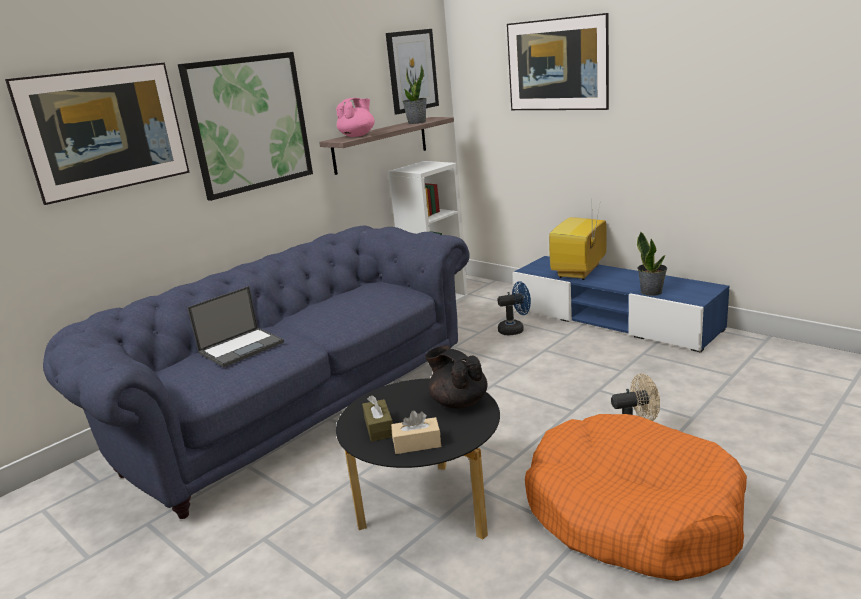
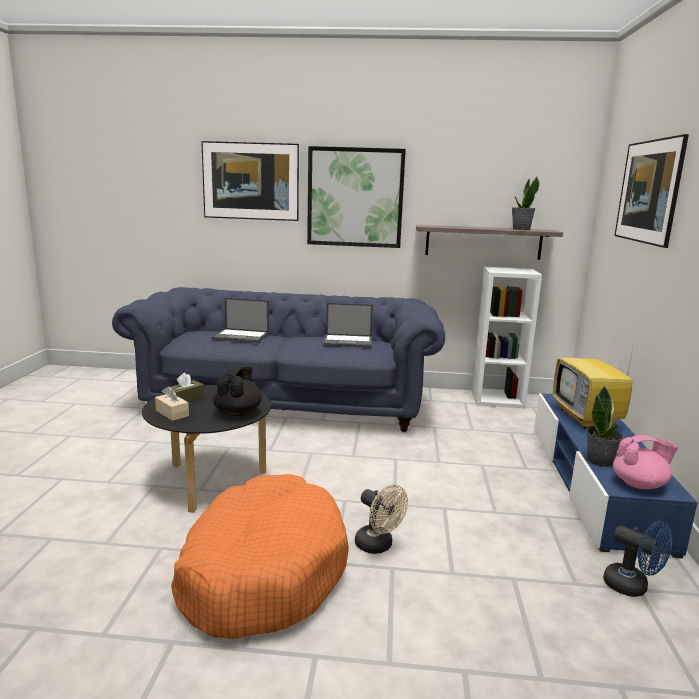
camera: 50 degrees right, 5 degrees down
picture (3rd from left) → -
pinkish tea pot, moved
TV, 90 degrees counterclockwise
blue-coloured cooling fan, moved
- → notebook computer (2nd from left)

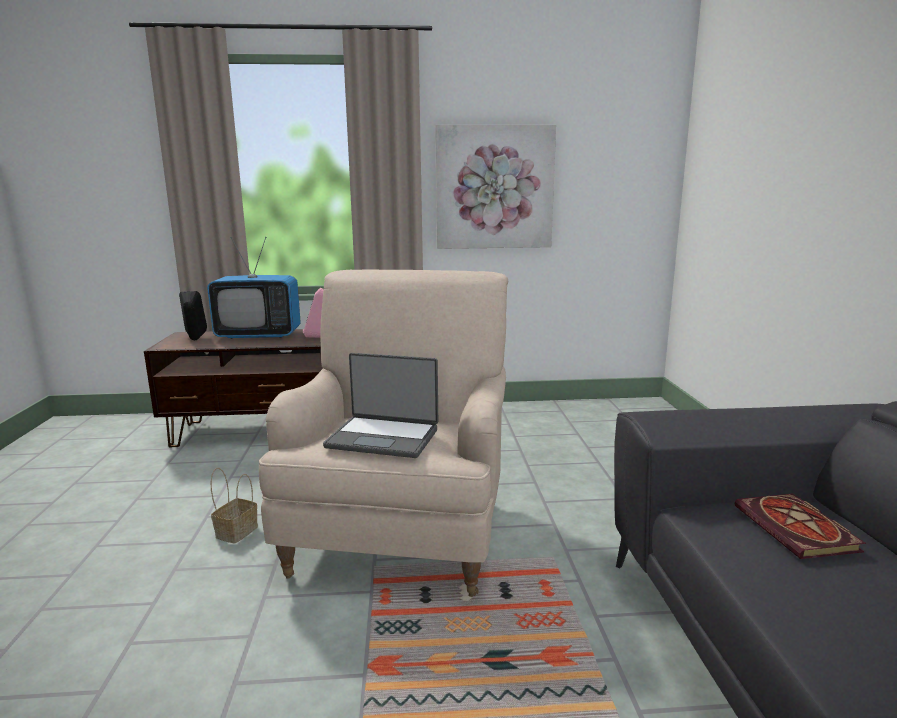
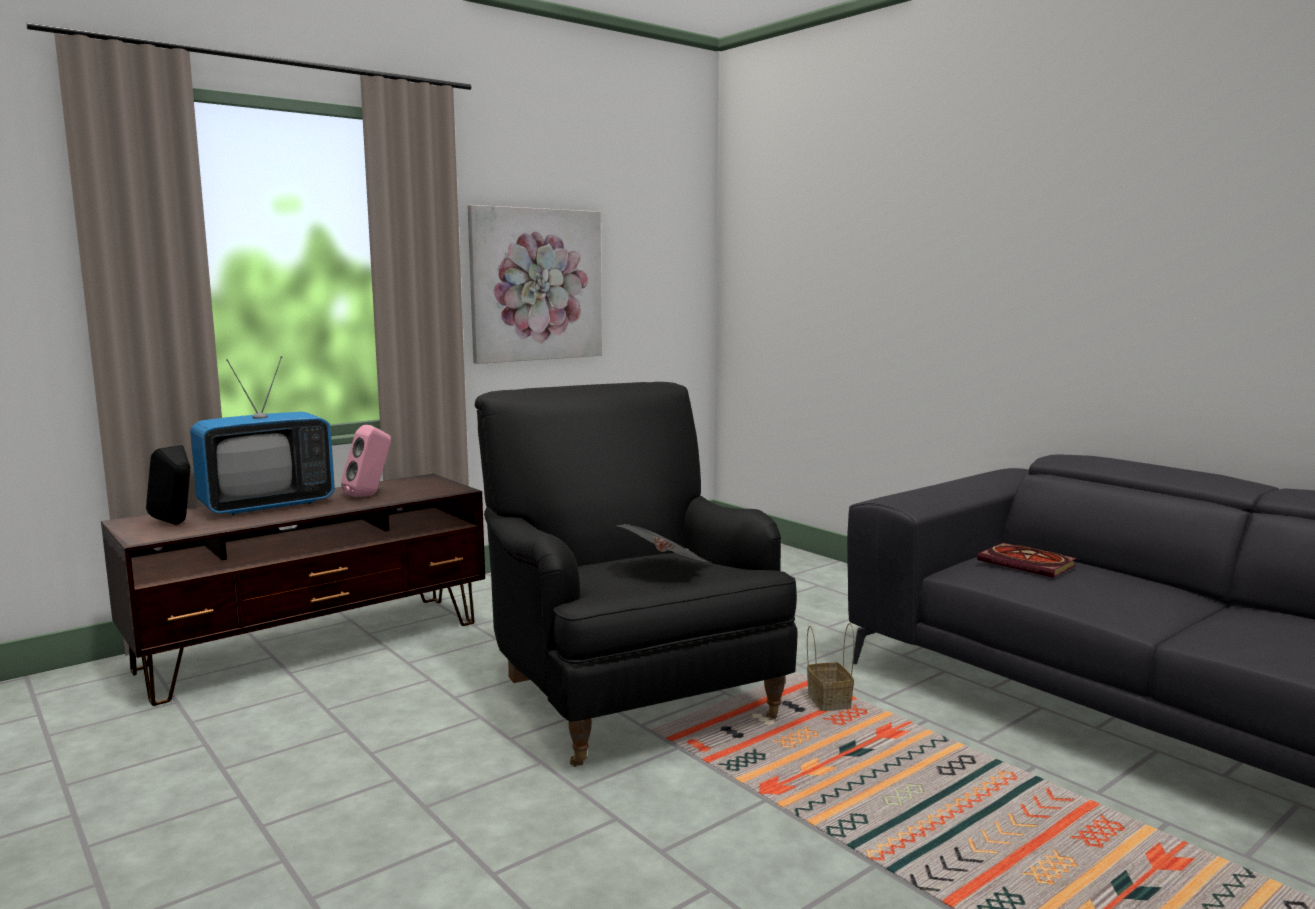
camera: 35 degrees left, 5 degrees down
beige-coloured armchair → blackish armchair
notebook computer → daily paper
storage basket, moved

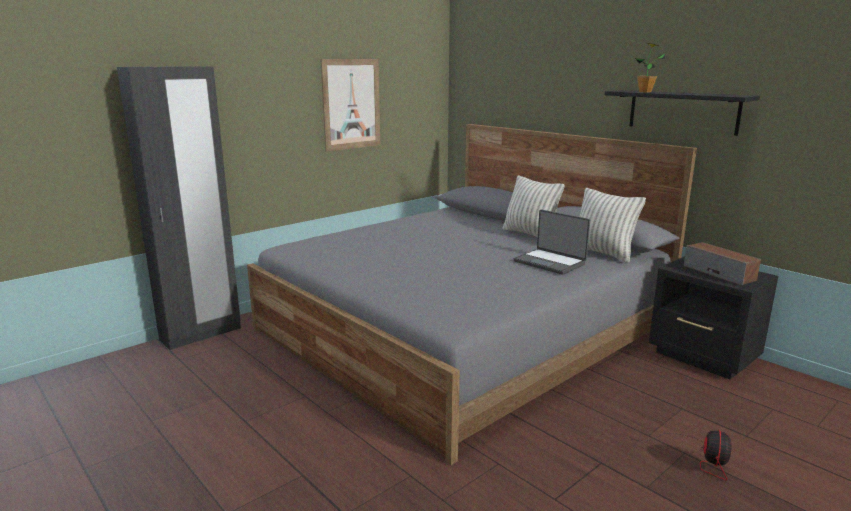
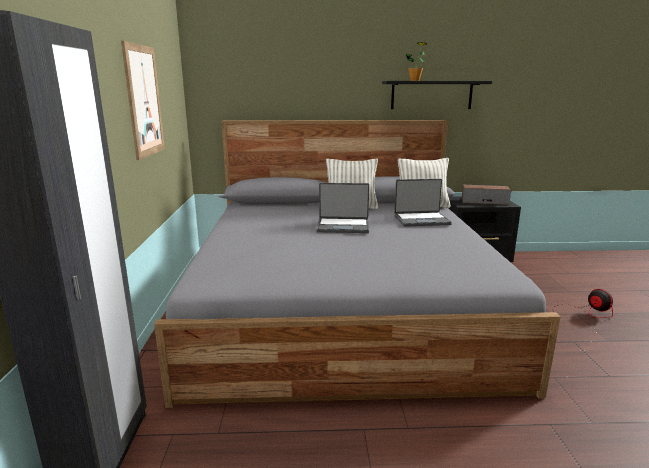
camera: 50 degrees left, 0 degrees up
- → notebook computer (1st from left)

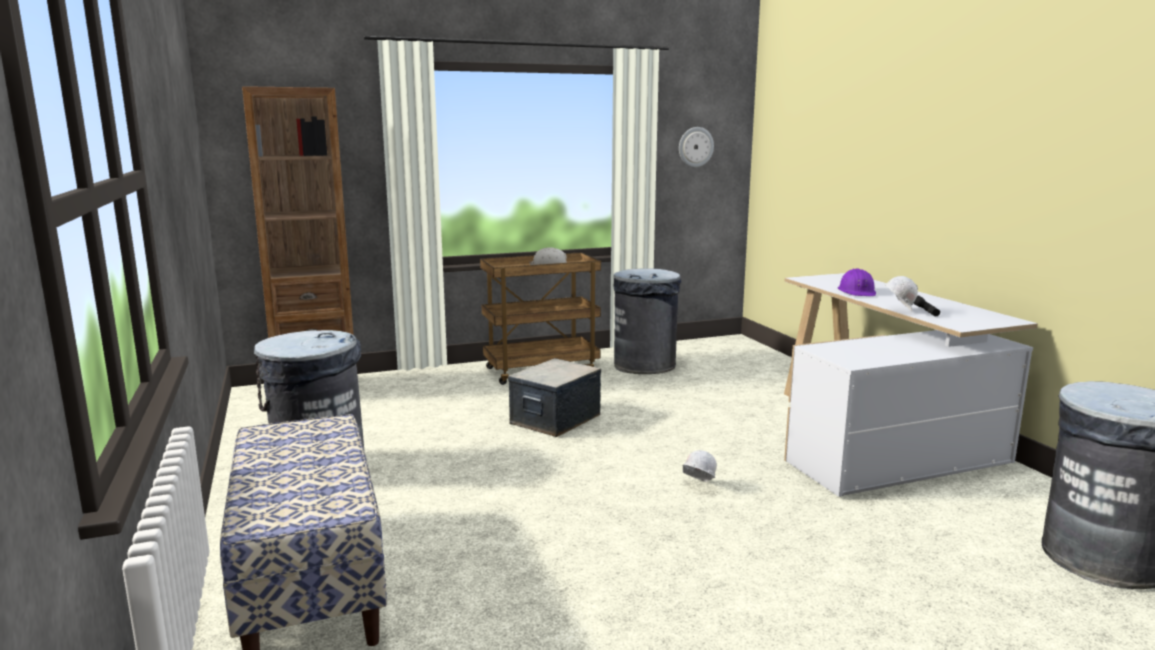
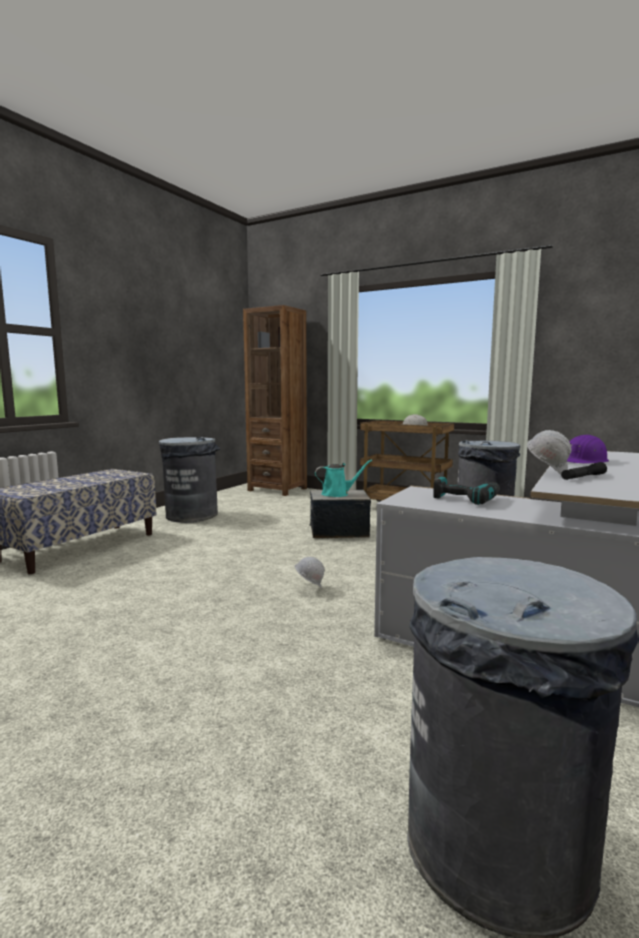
camera: 50 degrees right, 5 degrees down
wall clock → -
- → turquoise-coloured watering pot
- → electric drill

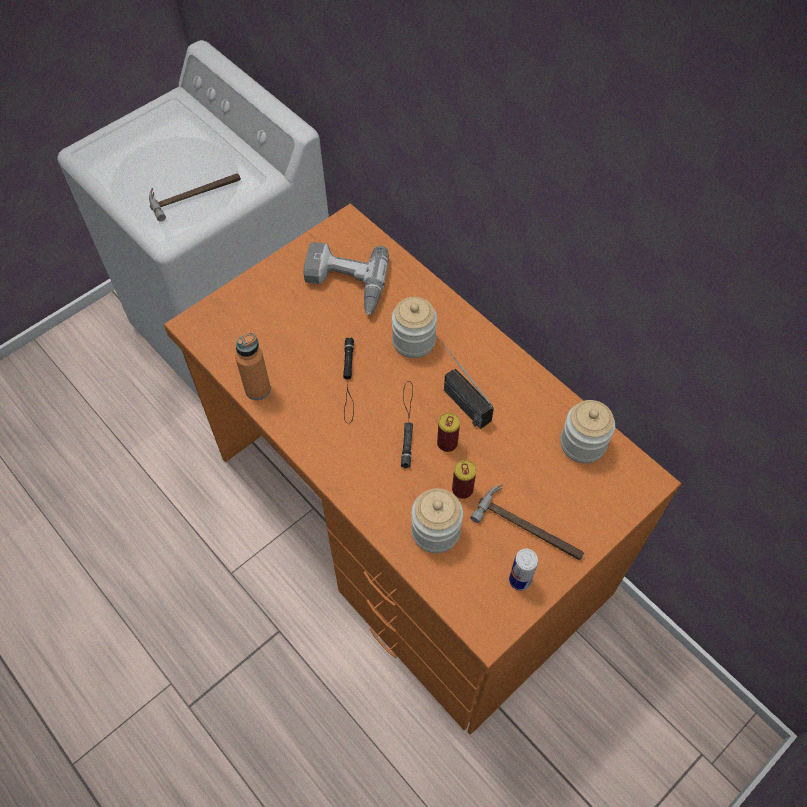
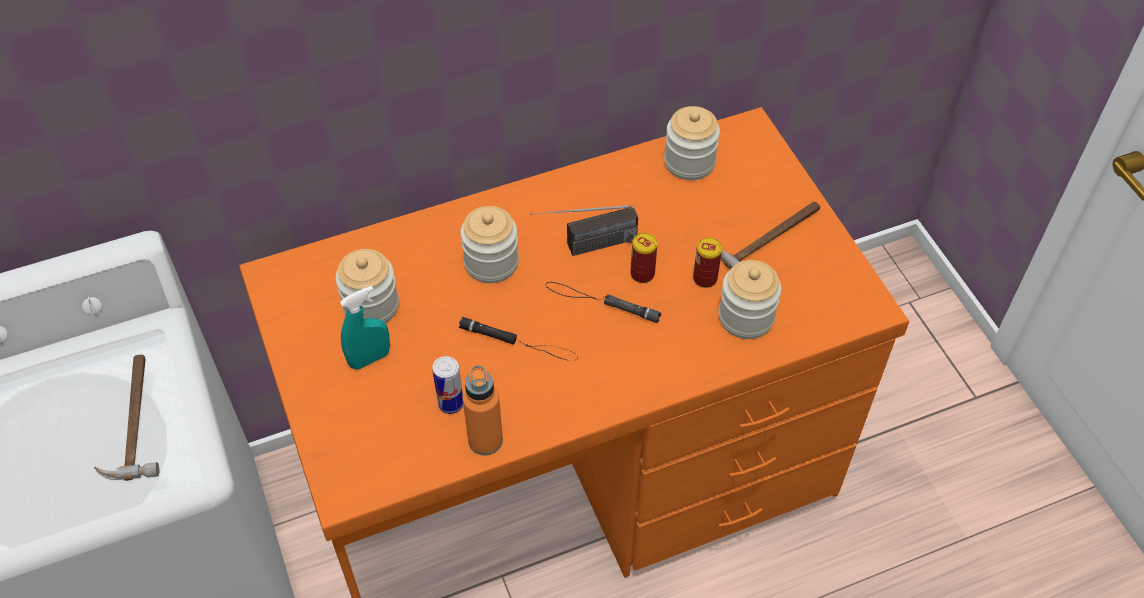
camera: 70 degrees left, 5 degrees down
electric drill → jar (1st from left)
metal can (3rd from left in the first image) → metal can (1st from left), moved
- → turquoise-coloured hand sprayer

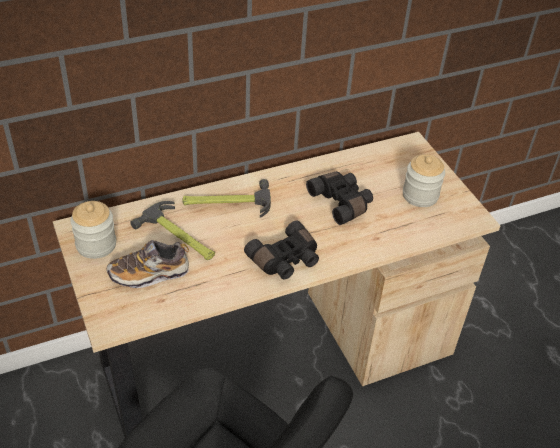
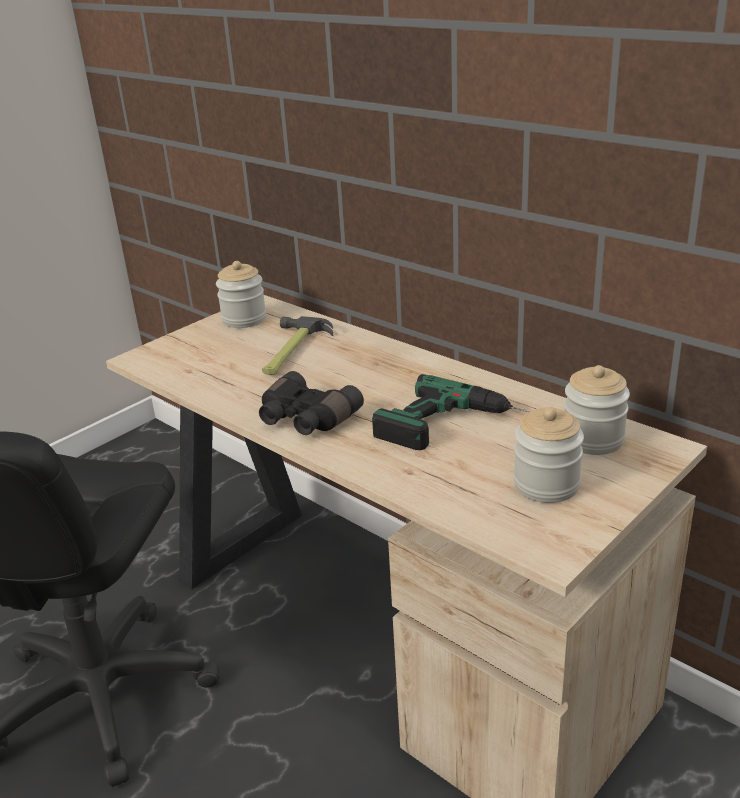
camera: 70 degrees right, 15 degrees down
blackish field glasses (2nd from left) → electric drill
hand hammer (2nd from left) → -
item of footwear → -
- → jar (3rd from left)

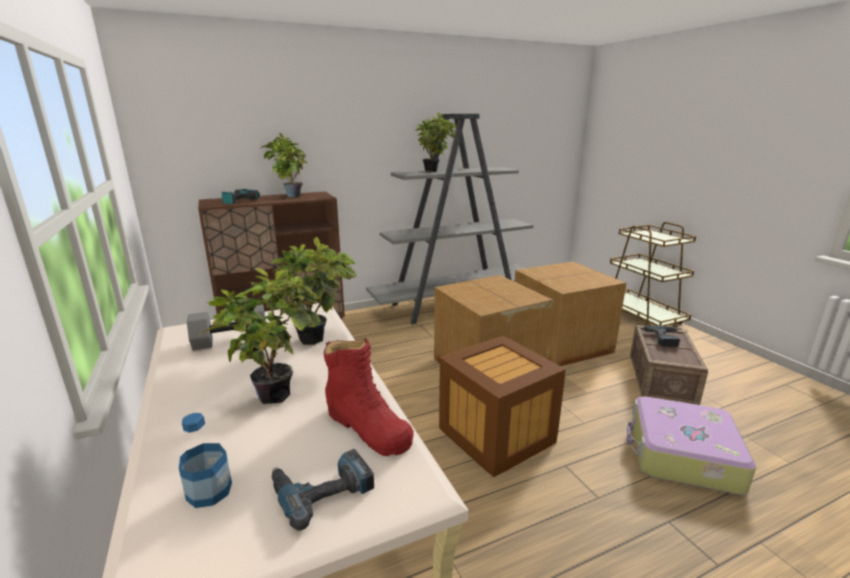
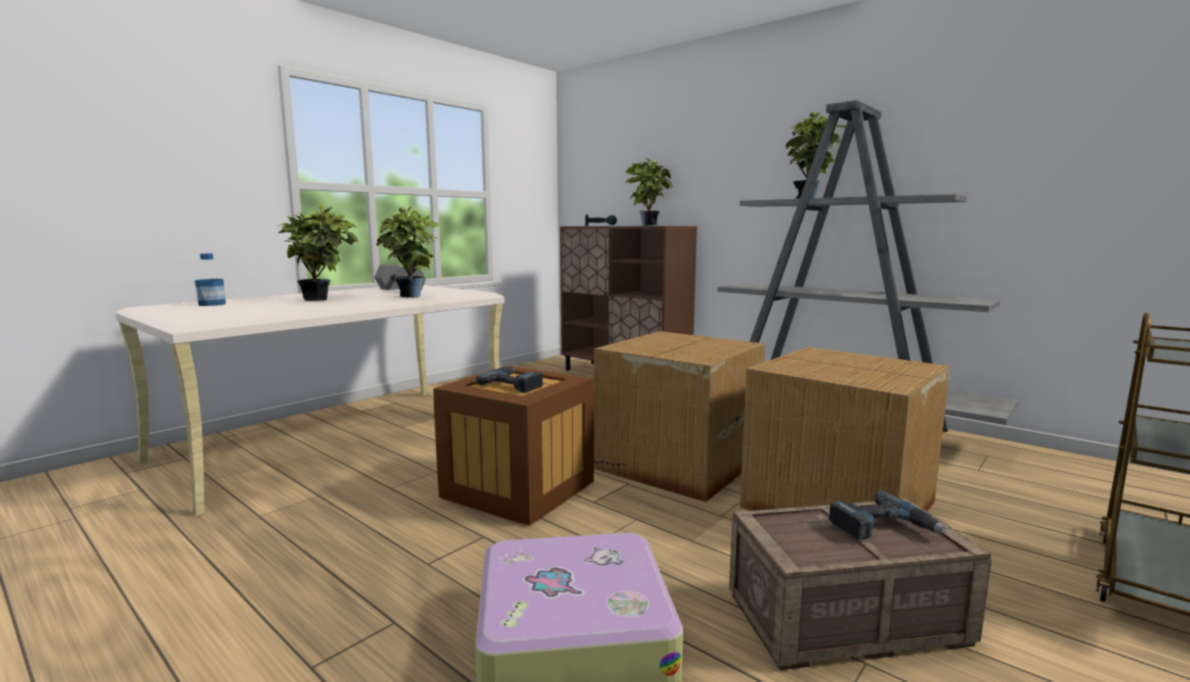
camera: 65 degrees right, 10 degrees down
reddish high-top boot → -
electric drill (2nd from left in the first image) → electric drill (1st from left), moved

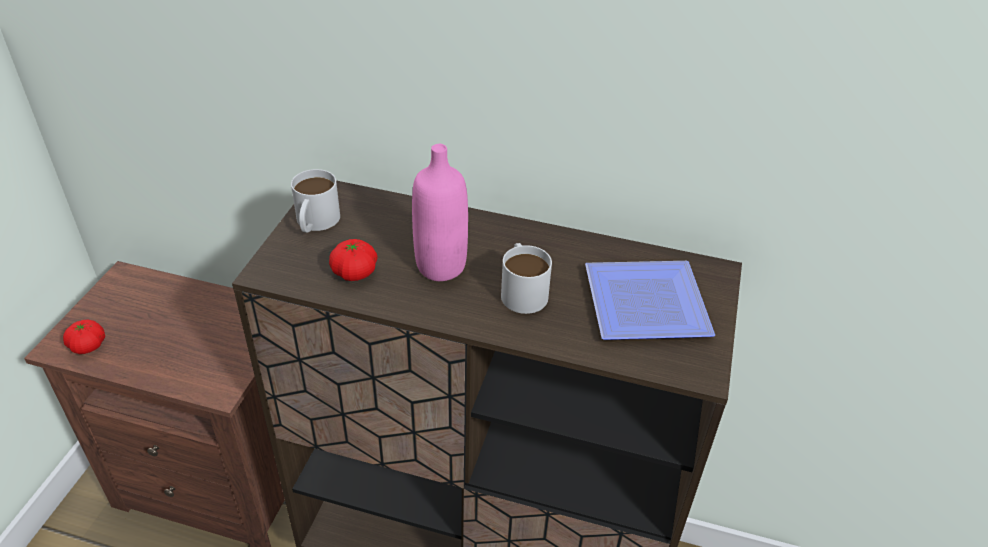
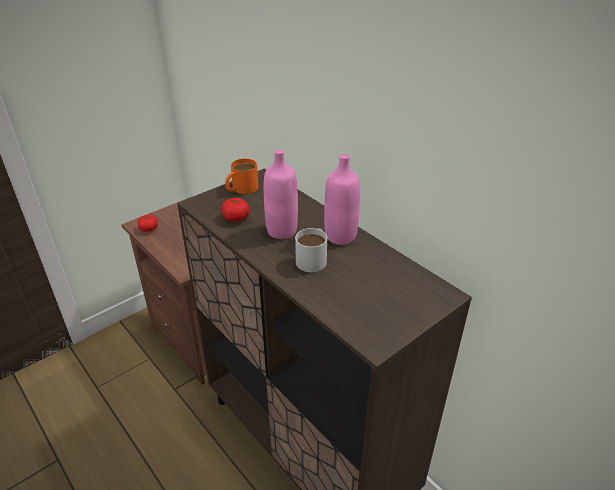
camera: 35 degrees right, 5 degrees down
white mug (1st from left) → orange mug
dinner plate → -
- → pinkish bottle (2nd from left)

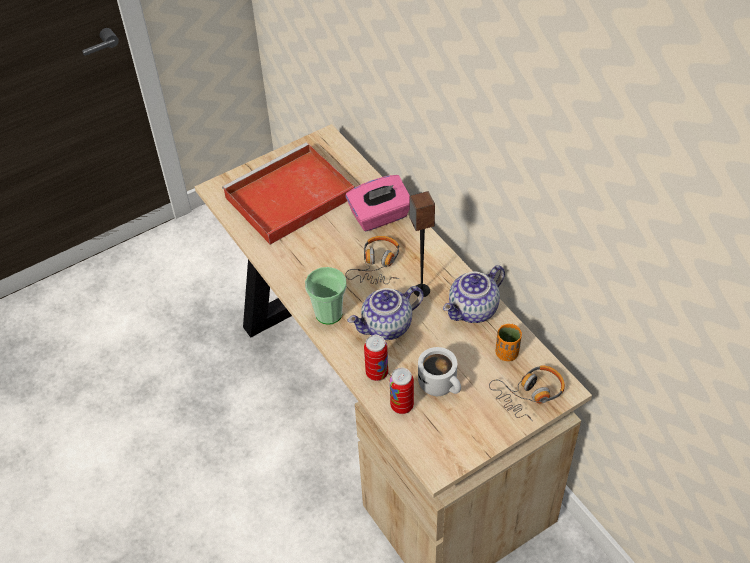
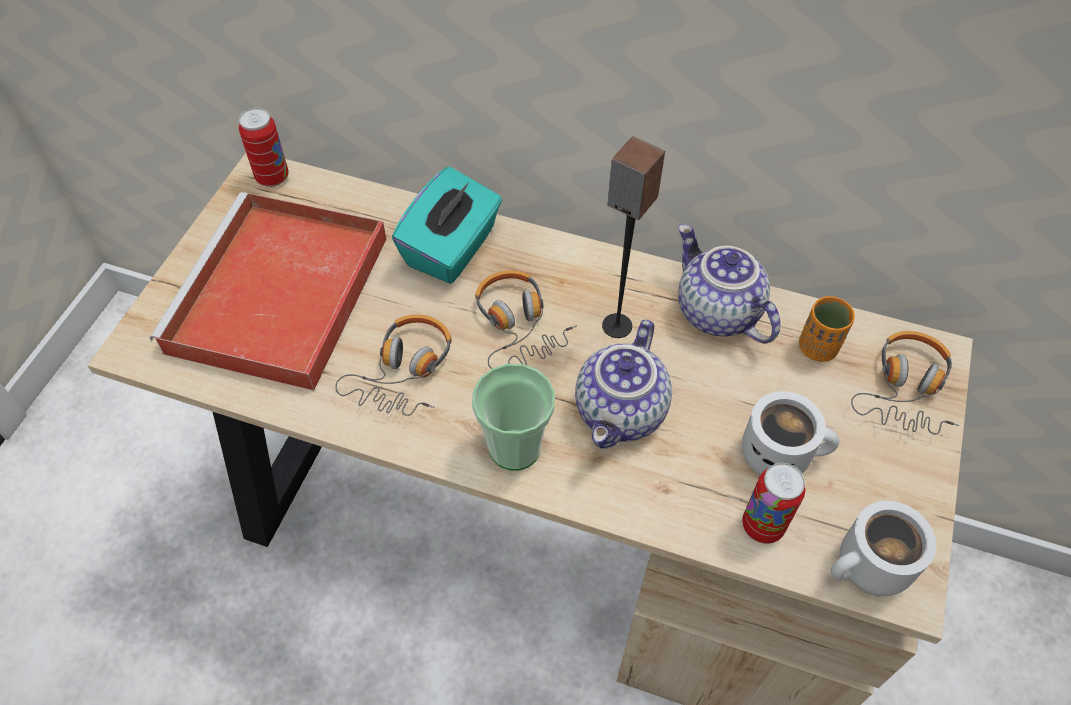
camera: 40 degrees left, 5 degrees up
pinkish tissue box → turquoise-coloured tissue box
tea pot (2nd from left), 135 degrees clockwise
metal can (1st from left), moved
- → pair of headphones (1st from left)
- → white mug (2nd from left)

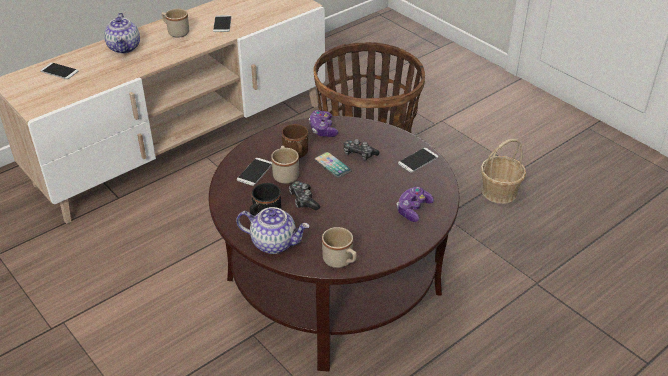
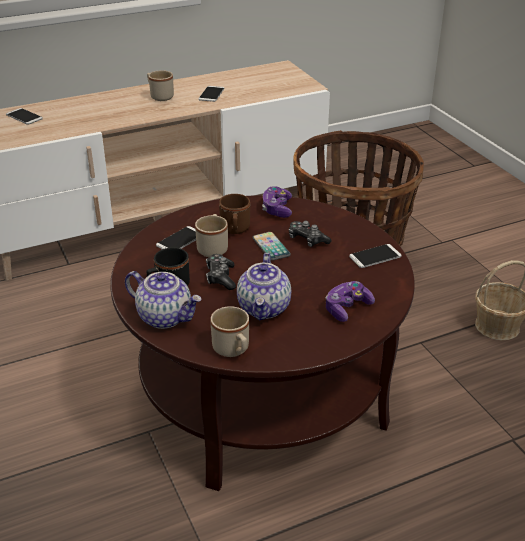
camera: 15 degrees right, 5 degrees down
tea pot (1st from left in the first image) → tea pot (2nd from left), moved

